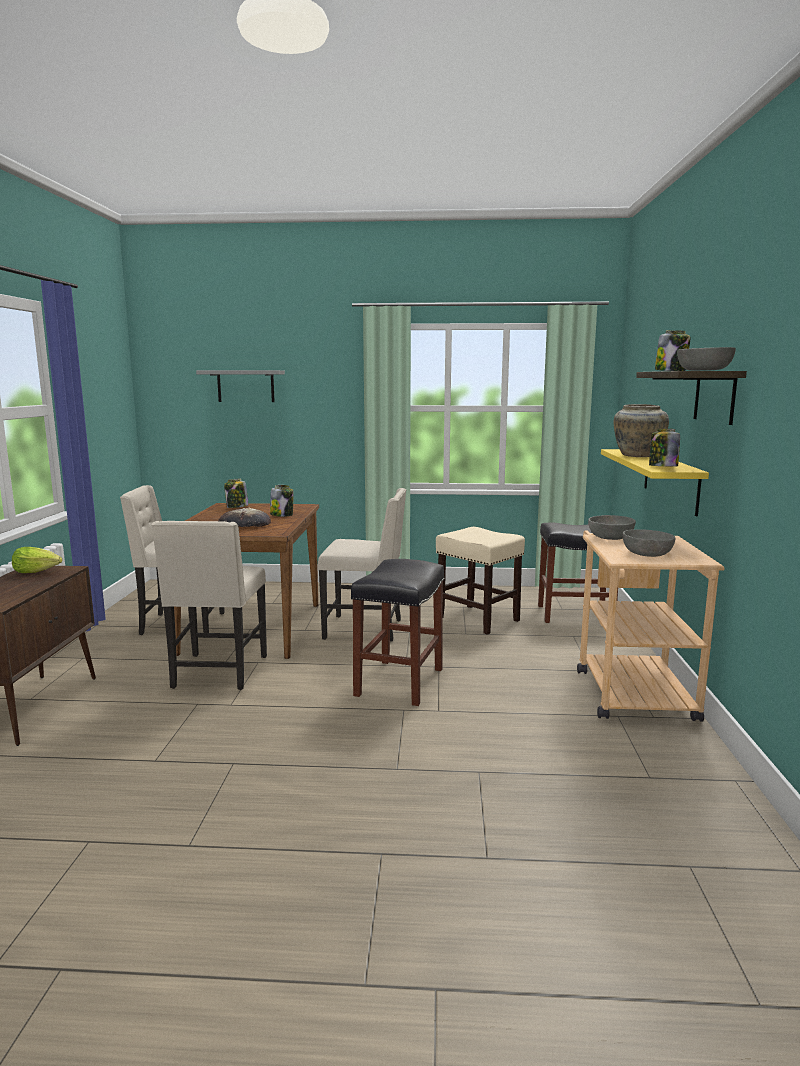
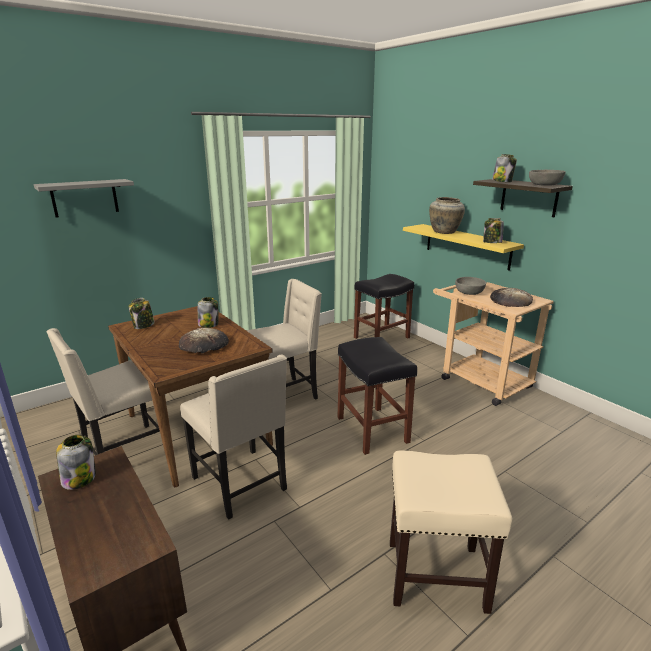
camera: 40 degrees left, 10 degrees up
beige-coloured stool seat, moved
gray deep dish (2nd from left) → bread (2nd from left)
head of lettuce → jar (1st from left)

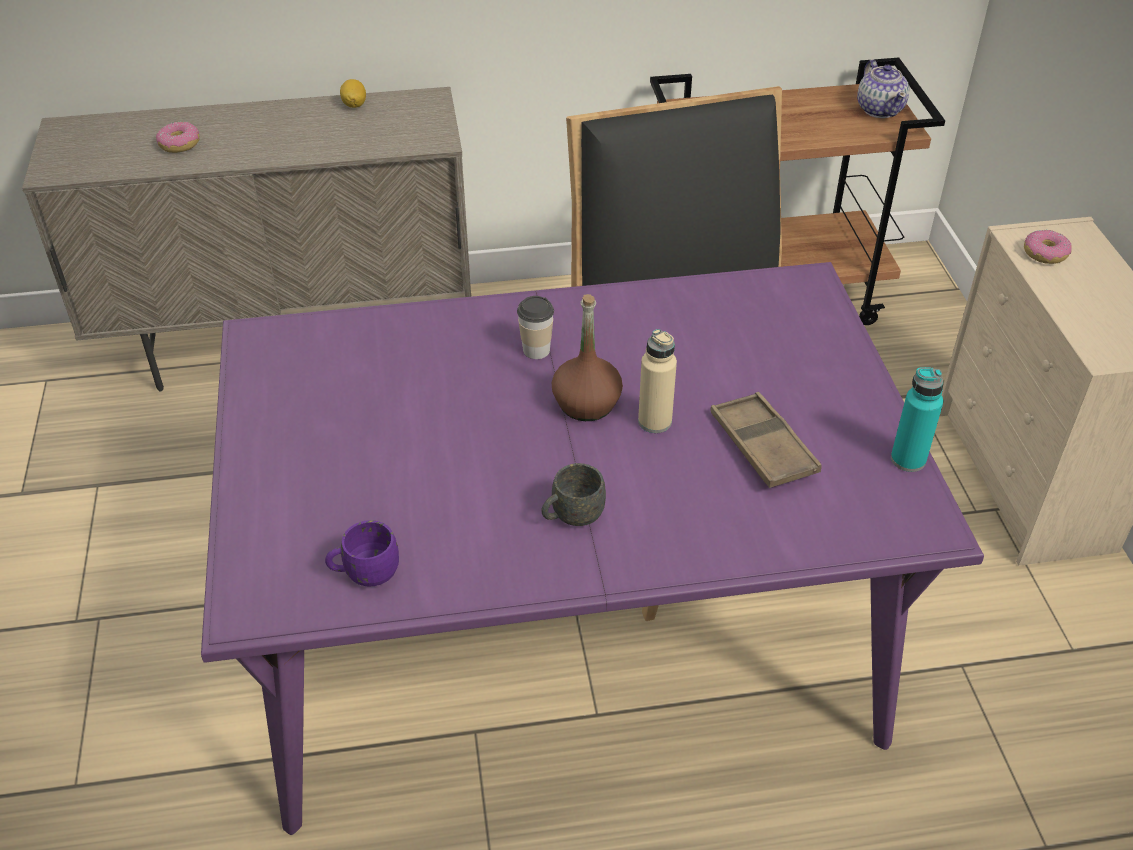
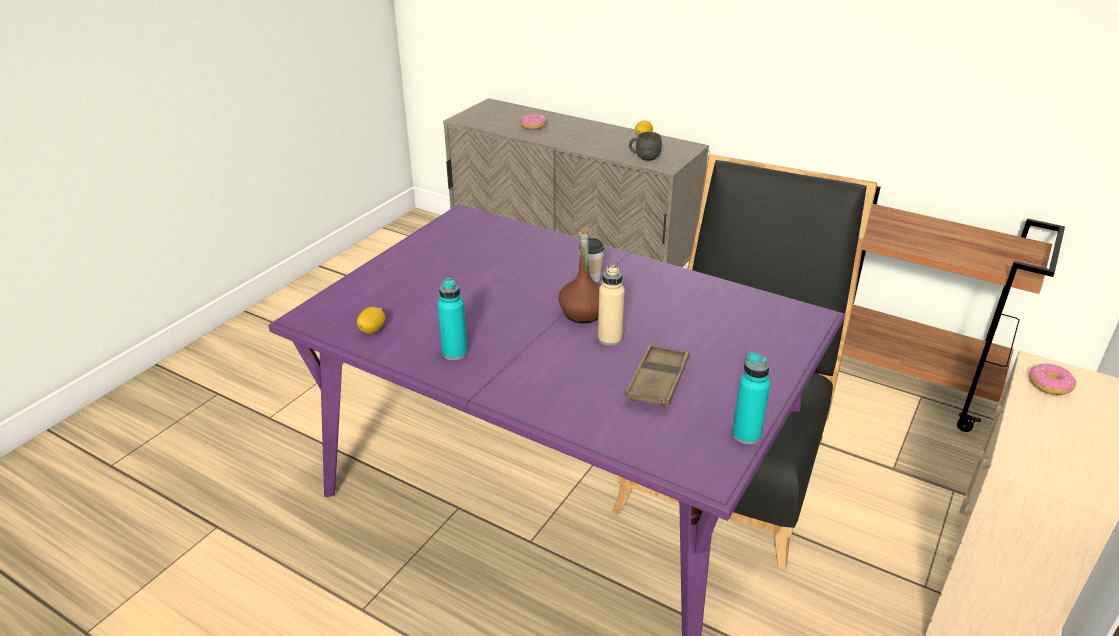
camera: 40 degrees right, 10 degrees down
tea pot → -
gray mug, moved
purple-coloured mug → citrus fruit (1st from left)
- → turquoise-coloured bottle (1st from left)

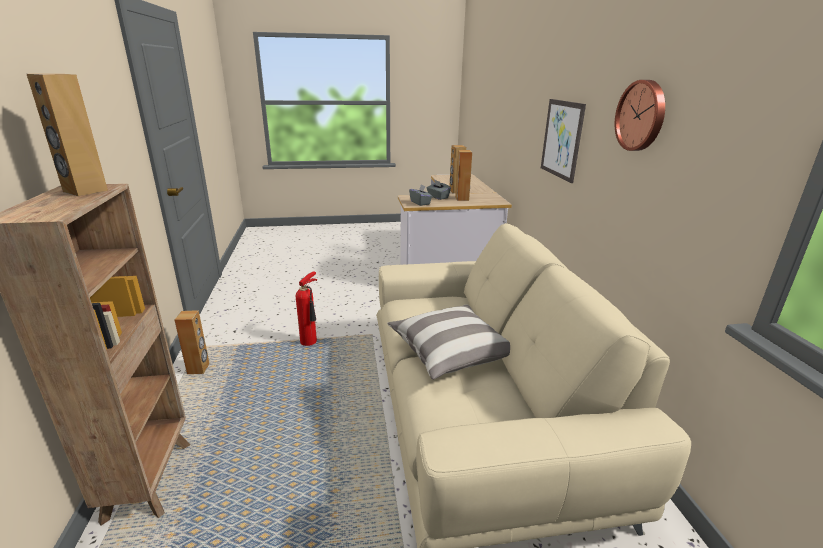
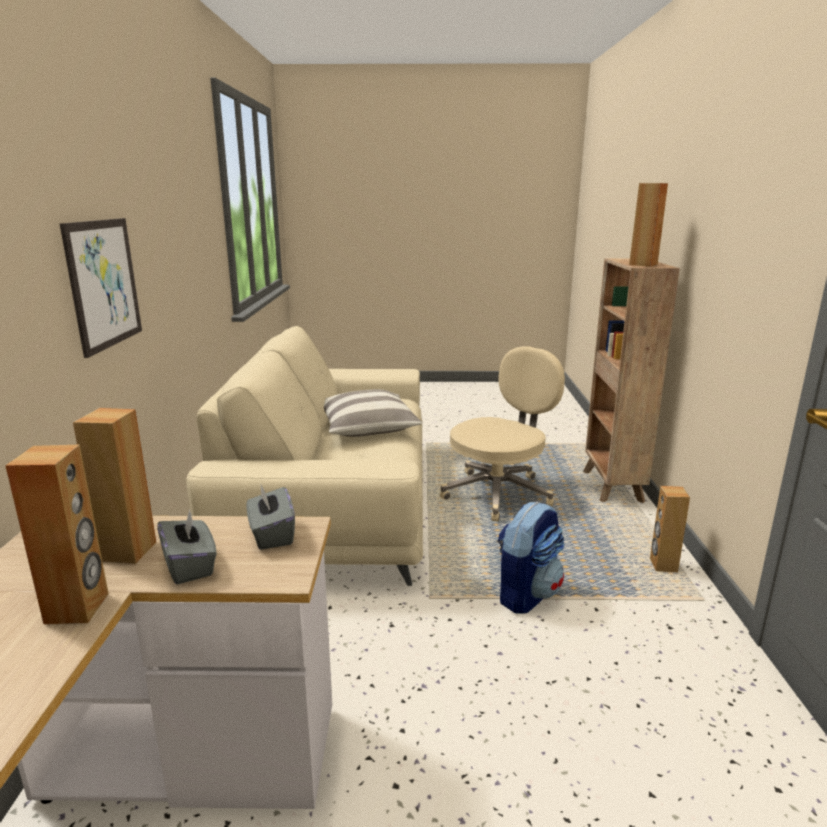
camera: 170 degrees left, 5 degrees down
wall clock → -
fire extinguisher → knapsack
- → beige-coloured desk chair

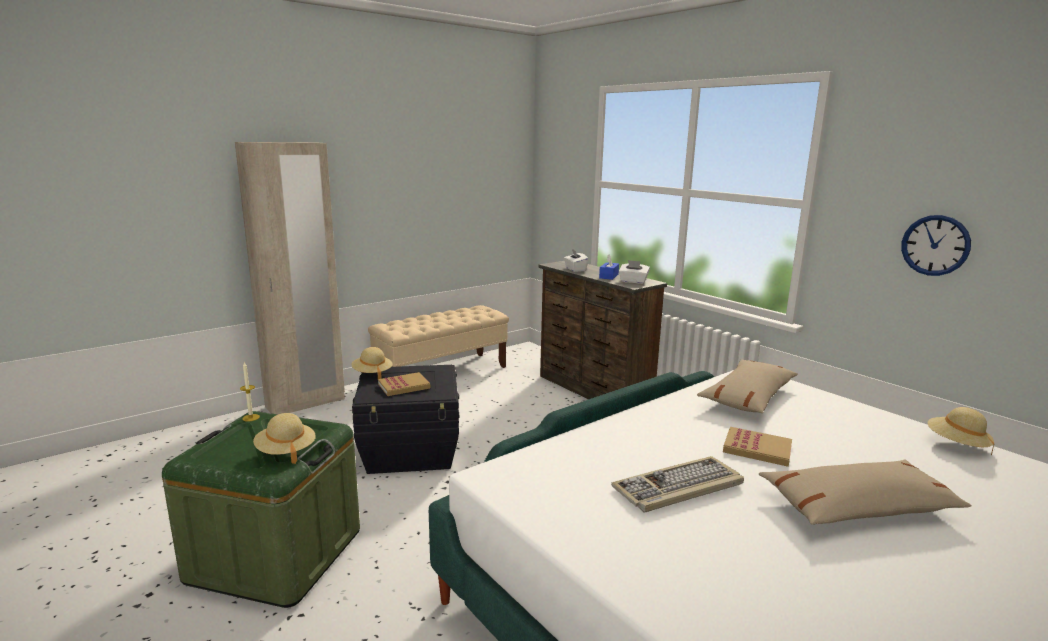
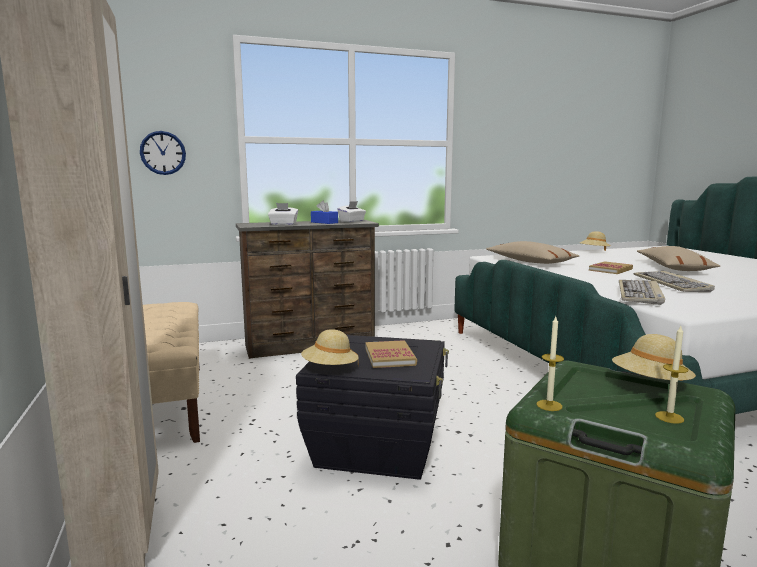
camera: 70 degrees left, 5 degrees down
wall clock, moved
- → keyboard (1st from left)
- → wax light (2nd from left)

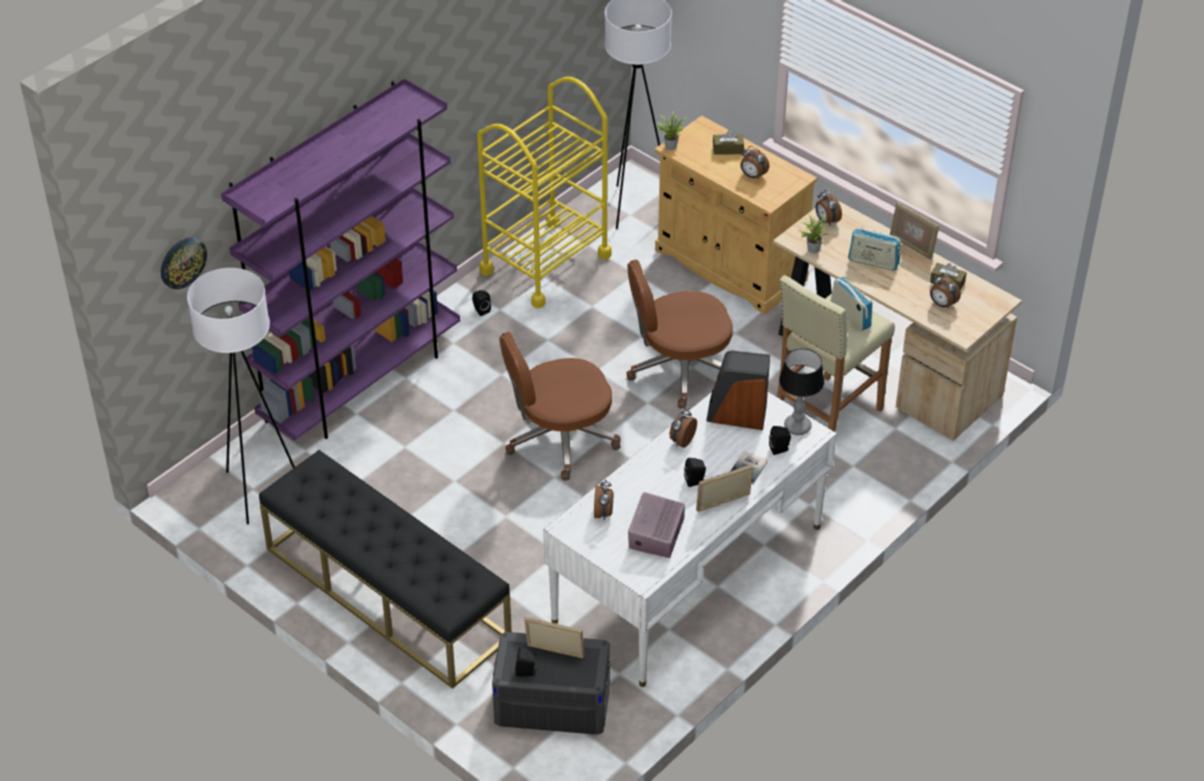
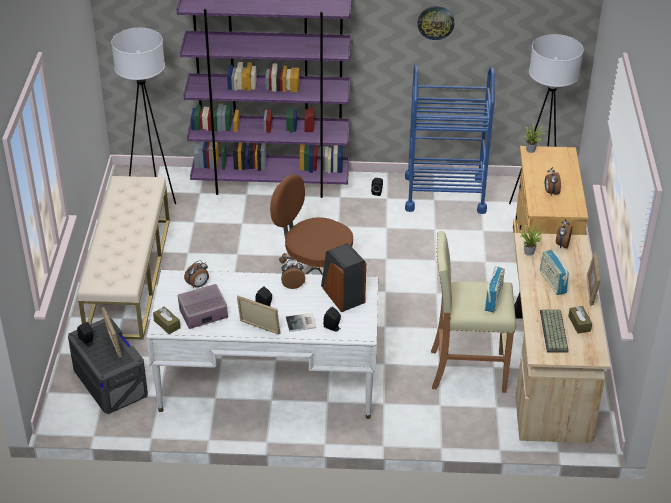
camera: 50 degrees right, 5 degrees down
yellowish trolley → blue-coloured trolley
brownish tissue box (1st from left), moved
wall clock, moved
brownish desk chair (2nd from left) → -
alarm clock (5th from left) → keyboard
tabletop lamp → -
blackish bench → beige-coloured bench

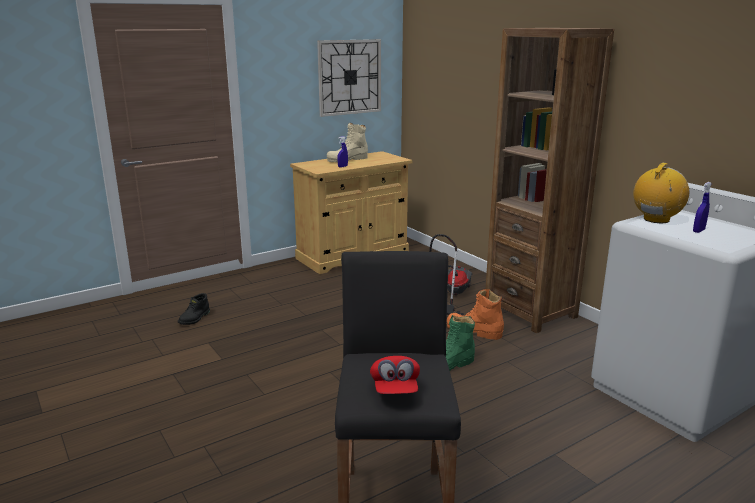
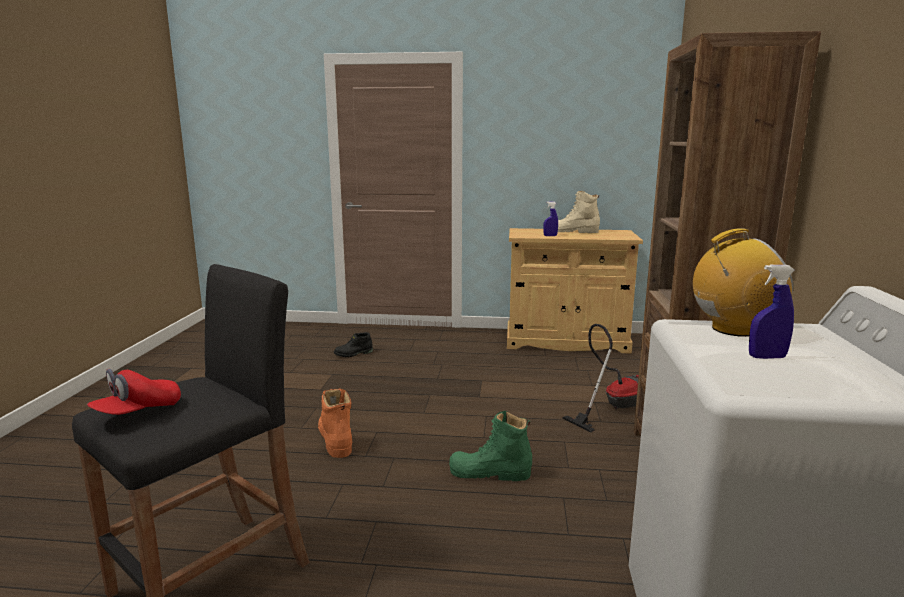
camera: 40 degrees right, 5 degrees down
wall clock → -
orange high-top boot, moved

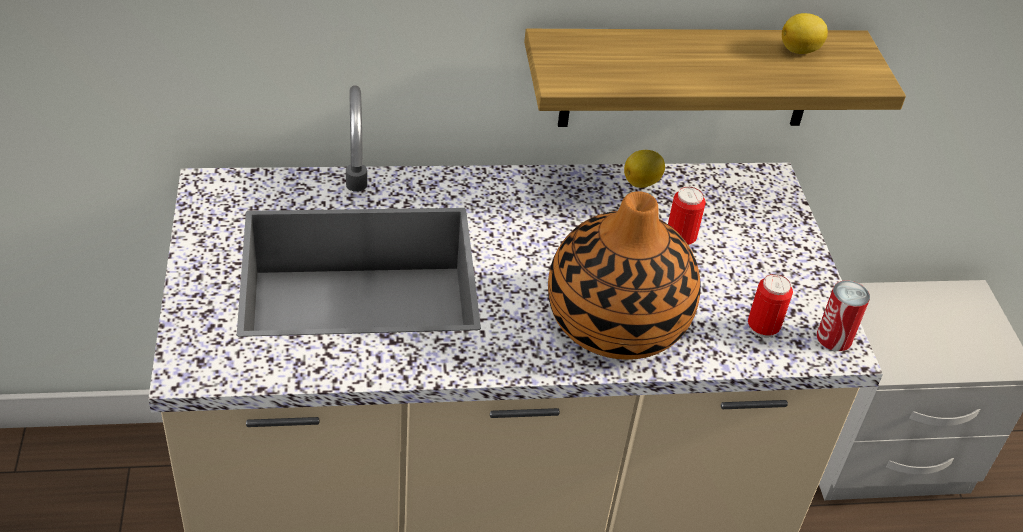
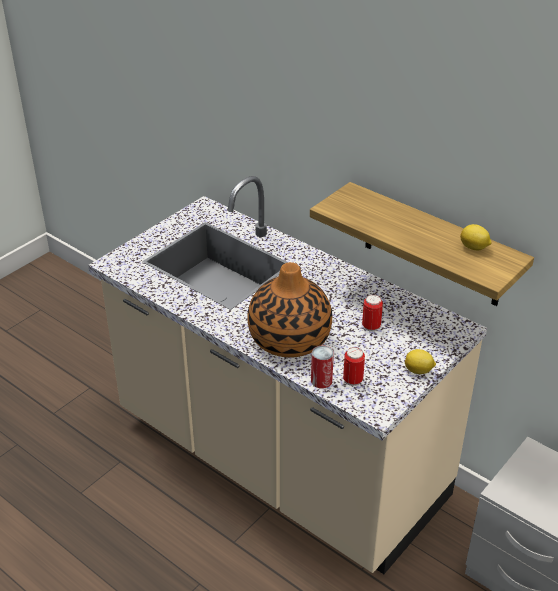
camera: 50 degrees right, 5 degrees down
citrus fruit (1st from left), moved
metal can (3rd from left in the first image) → metal can (1st from left), moved

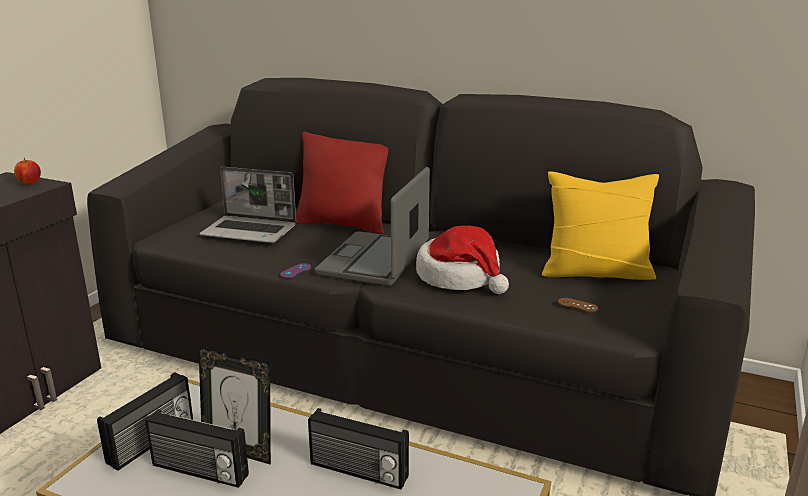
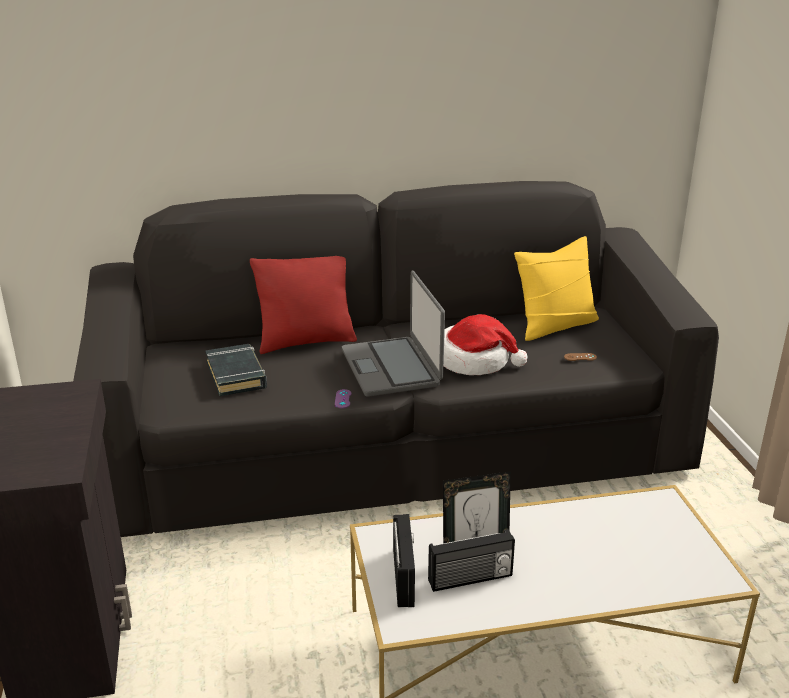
camera: 35 degrees left, 5 degrees up
apple → -
notebook computer (1st from left) → blackish bound book
radio receiver (3rd from left) → -

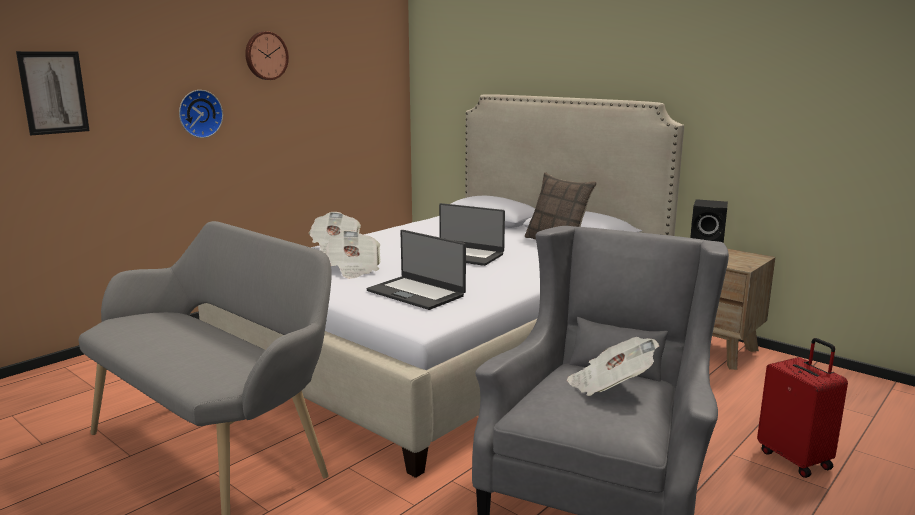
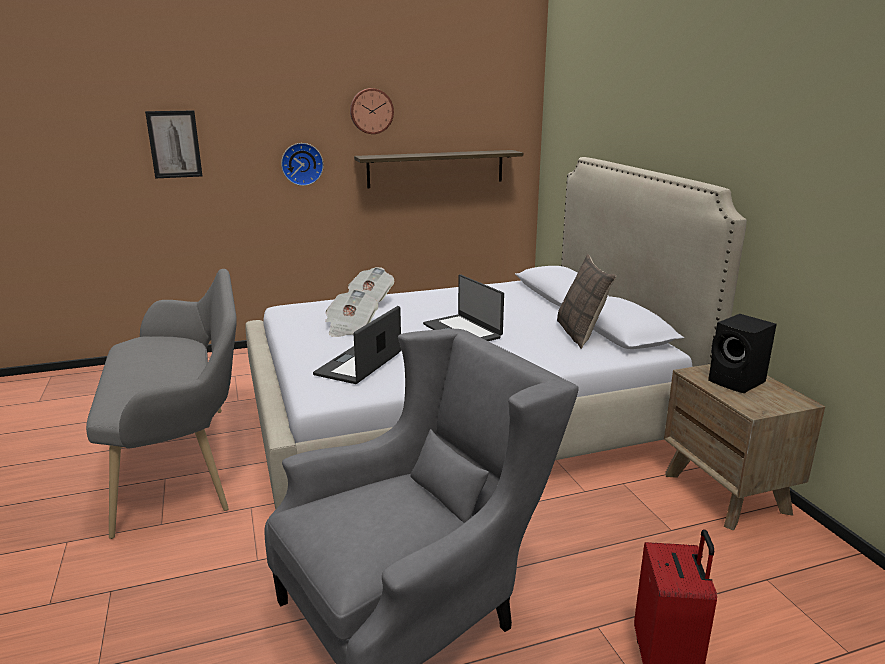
camera: 30 degrees right, 5 degrees up
notebook computer (1st from left), 45 degrees clockwise
daily paper (3rd from left) → -
- → shelf

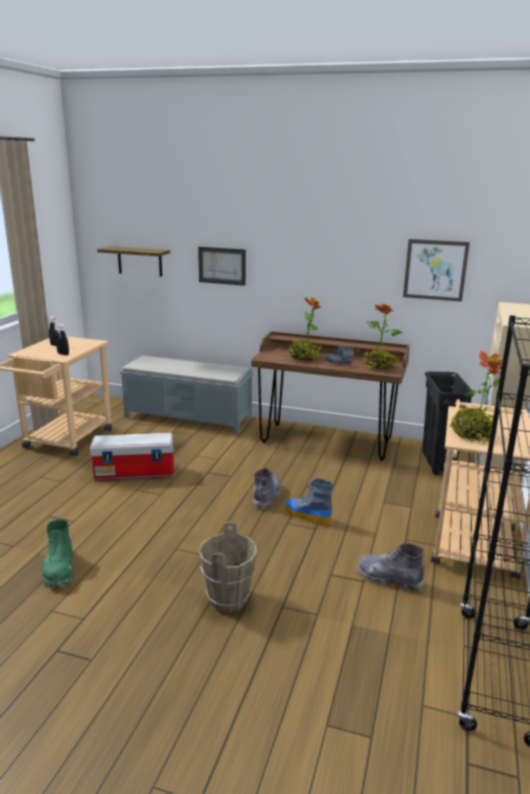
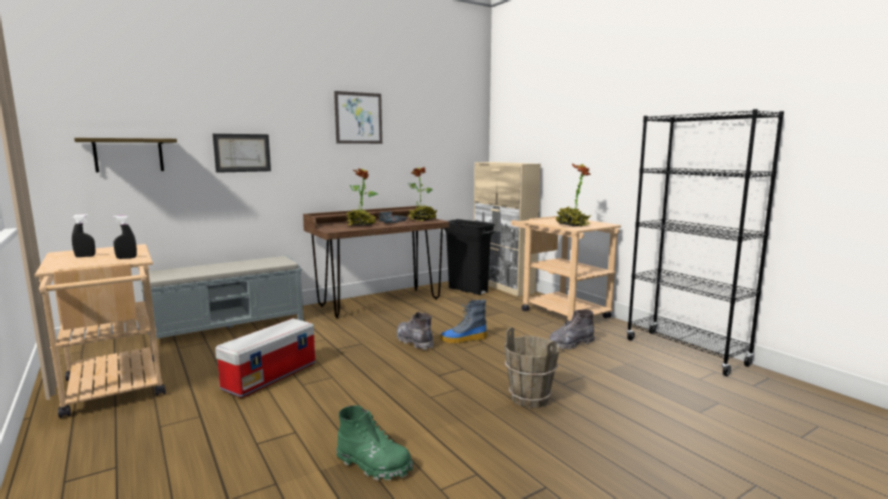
camera: 50 degrees left, 10 degrees down
picture (2nd from left), moved

